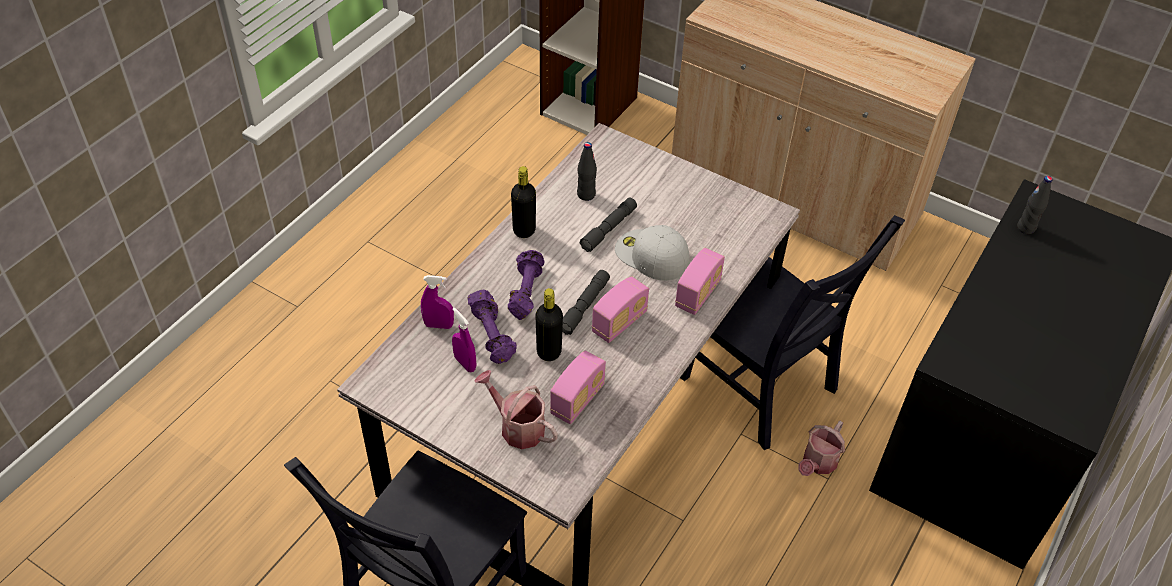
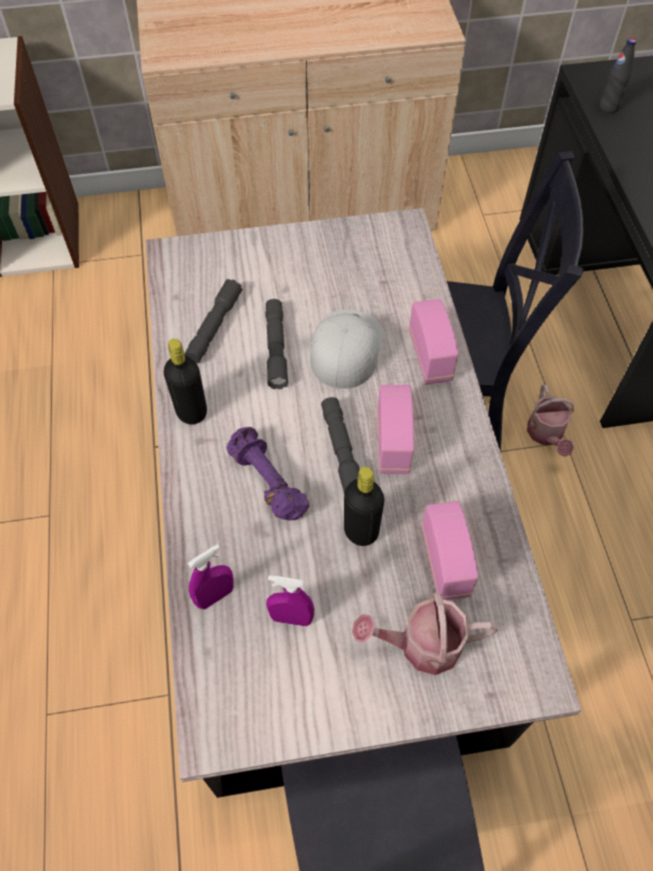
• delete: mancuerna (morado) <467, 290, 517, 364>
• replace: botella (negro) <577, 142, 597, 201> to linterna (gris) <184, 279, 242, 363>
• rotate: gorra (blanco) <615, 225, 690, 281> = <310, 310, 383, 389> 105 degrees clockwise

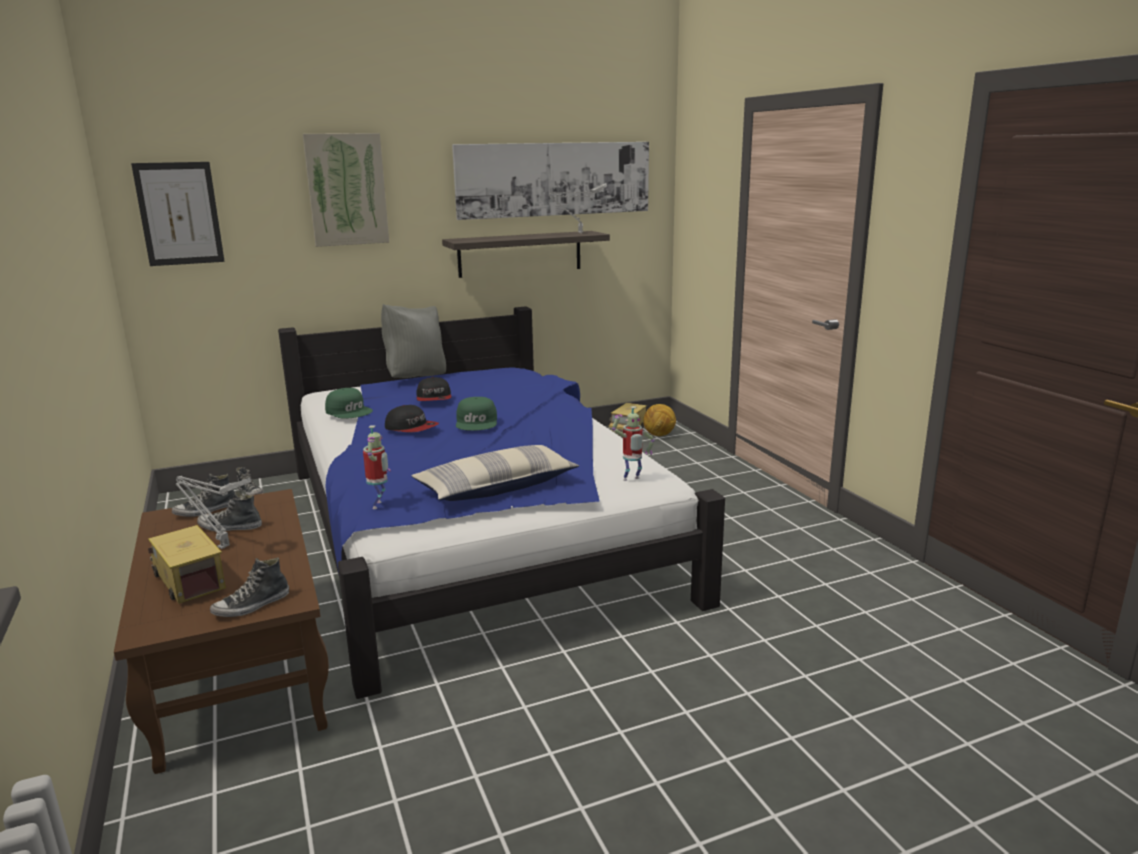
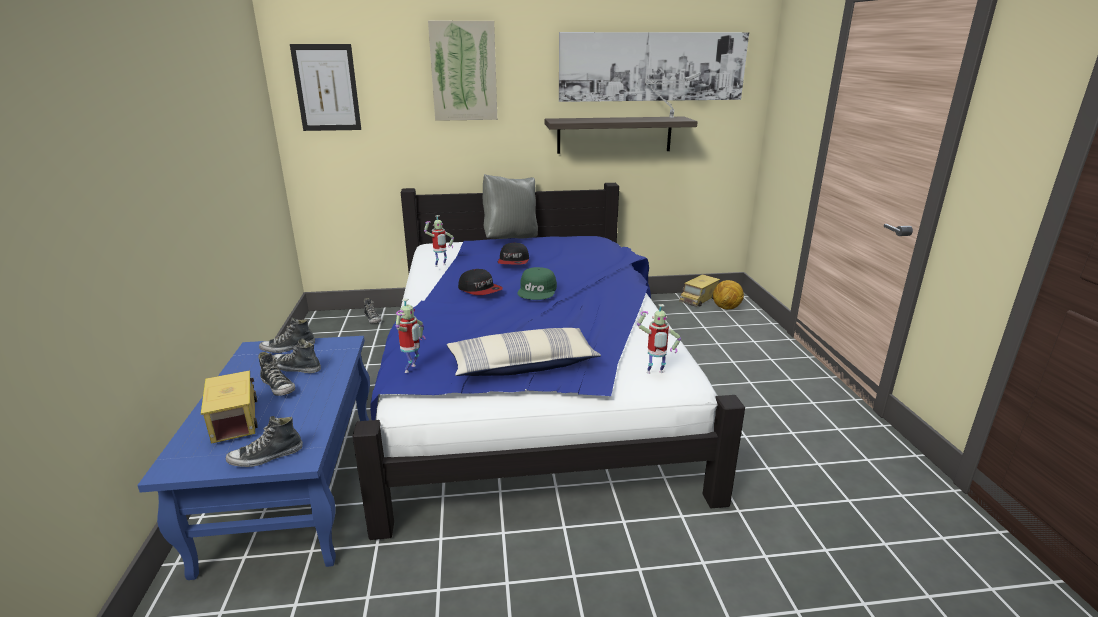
• recolor: mesa de centro (marrón) <114, 489, 329, 774> to mesa de centro (azul) <137, 336, 370, 580>
• replace: lámpara de mesa (gris) <176, 476, 251, 549> to zapato <258, 352, 295, 396>
• replace: gorra (verde) <325, 388, 373, 419> to robot de juguete <424, 215, 454, 267>

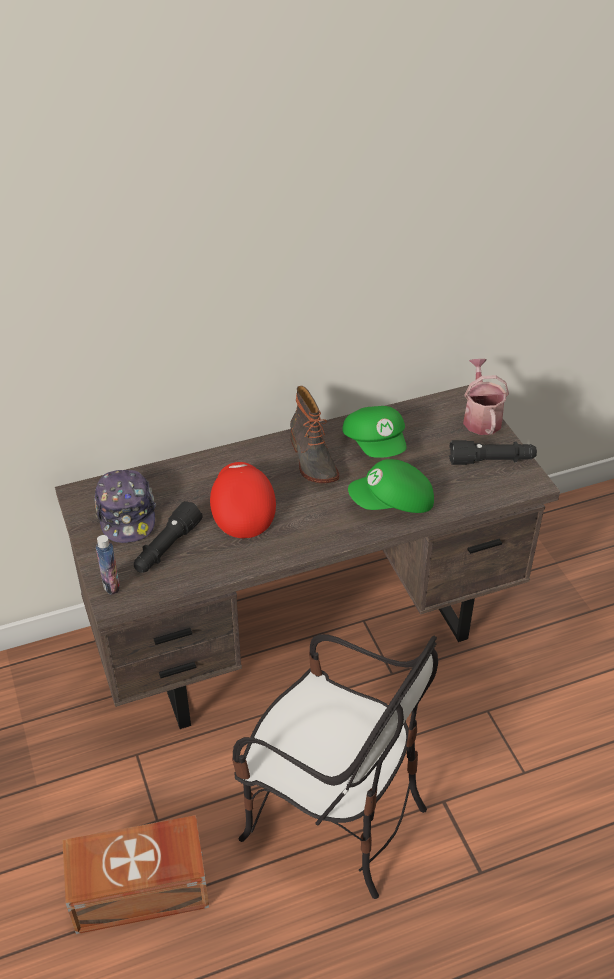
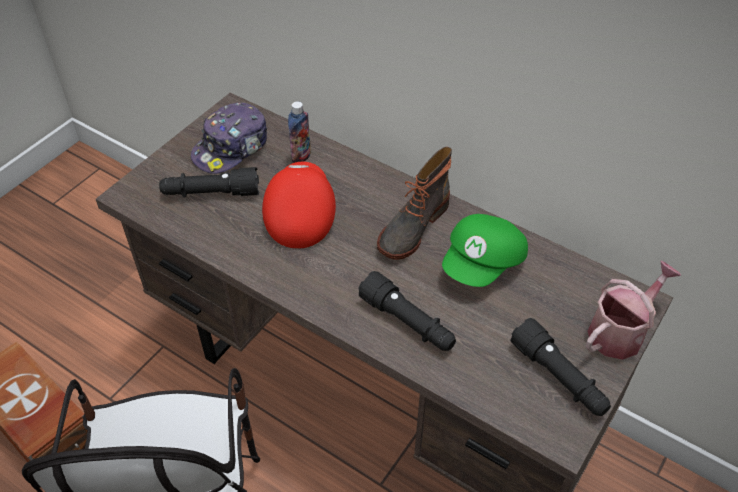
• move: botella <96, 535, 120, 595> to <288, 101, 311, 163>
• rotate: gorra (rojo) <210, 462, 276, 538> = <262, 162, 336, 249> 45 degrees counterclockwise
• replace: gorra (verde) <348, 459, 434, 513> to linterna (negro) <358, 271, 456, 351>

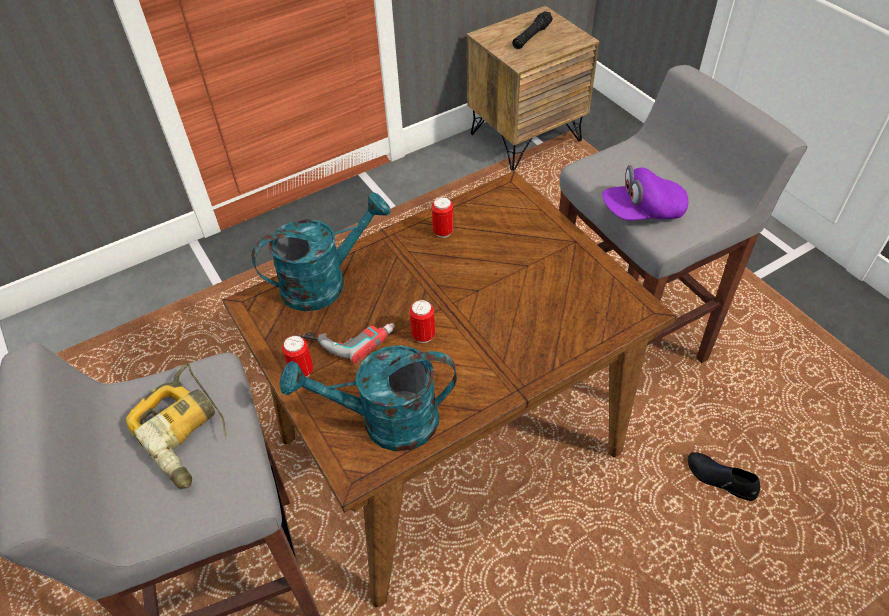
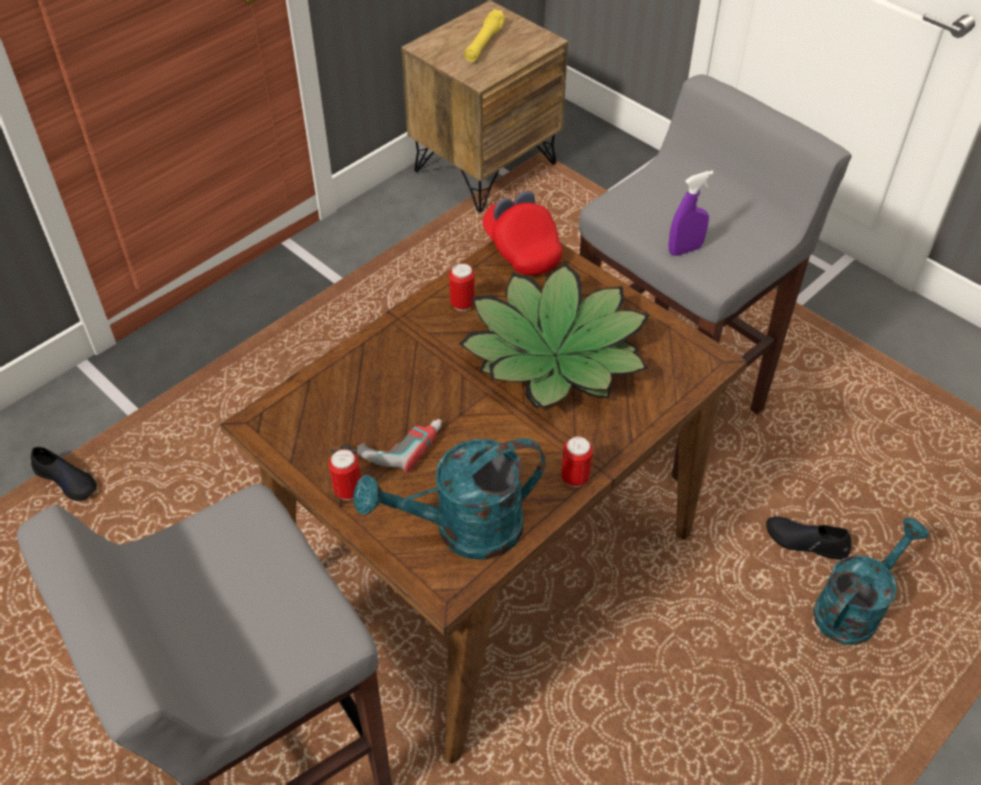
• delete: taladro <126, 364, 228, 489>
• move: regadera (turquesa) <252, 192, 391, 311> to <813, 518, 929, 645>
• move: lata <410, 300, 435, 343> to <561, 436, 593, 487>
• recolor: linterna (negro) <512, 11, 553, 49> to linterna (amarillo) <464, 9, 506, 62>
• replace: gorra (morado) <602, 165, 688, 220> to pulverizador (morado) <669, 170, 714, 256>
• insert: zapato (negro) <31, 447, 97, 501>
• insert: planta en maceta <459, 263, 649, 408>
• insert: gorra (rojo) <483, 191, 563, 275>

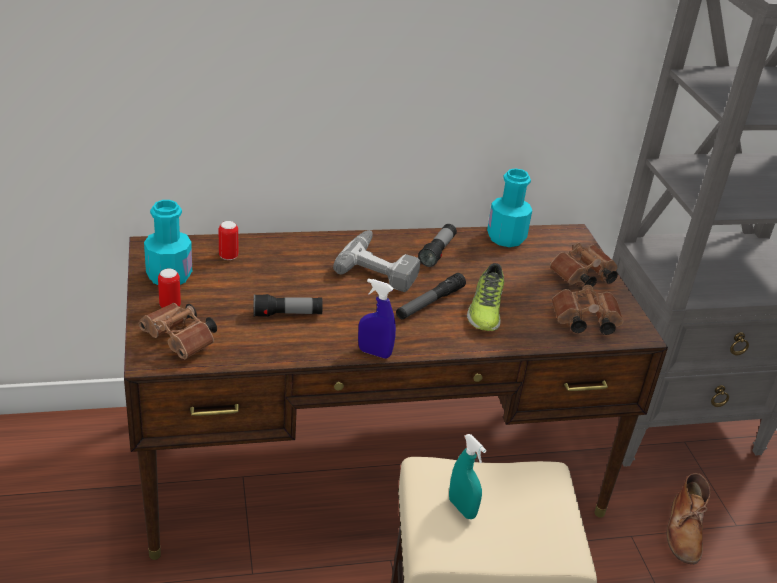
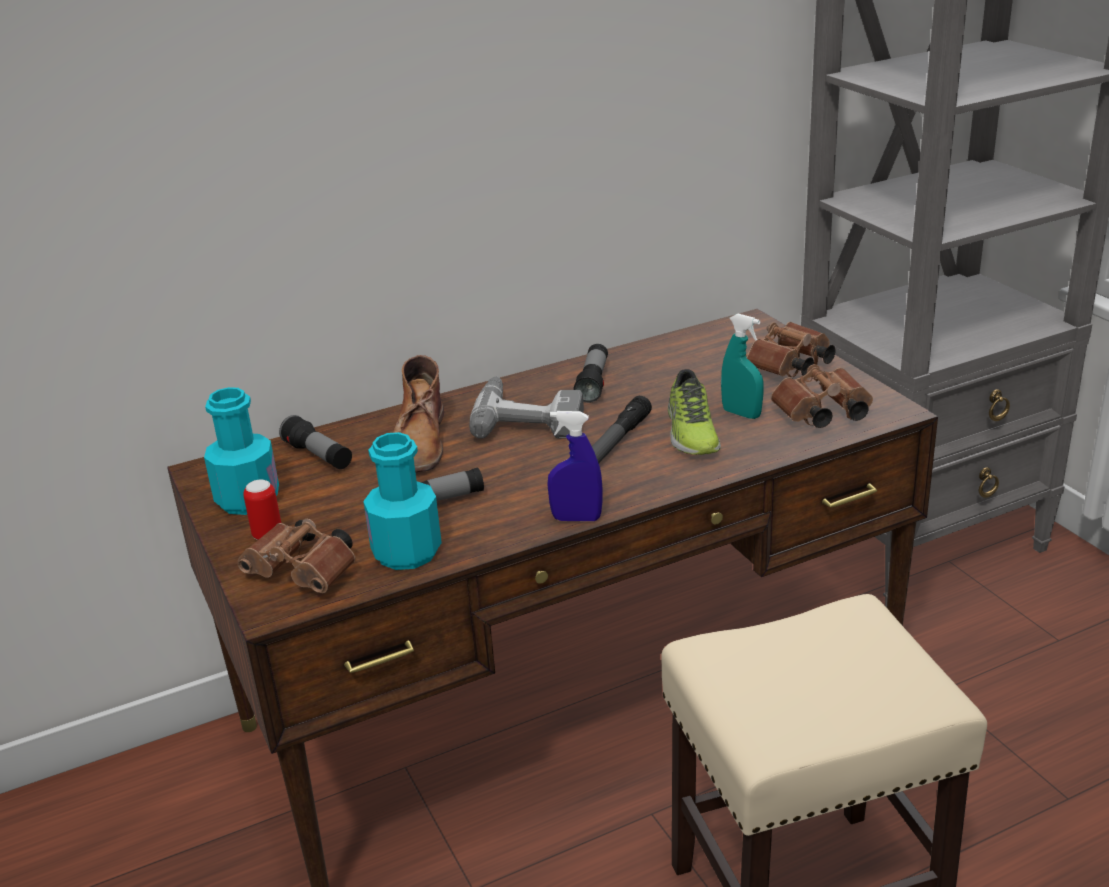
• replace: lata <219, 221, 238, 260> to linterna <279, 415, 352, 469>
• move: pulverizador (turquesa) <449, 434, 486, 519> to <721, 313, 764, 419>
• move: botella (turquesa) <487, 168, 532, 247> to <363, 432, 442, 570>
• move: bota (marrón) <667, 473, 711, 564> to <393, 355, 444, 472>

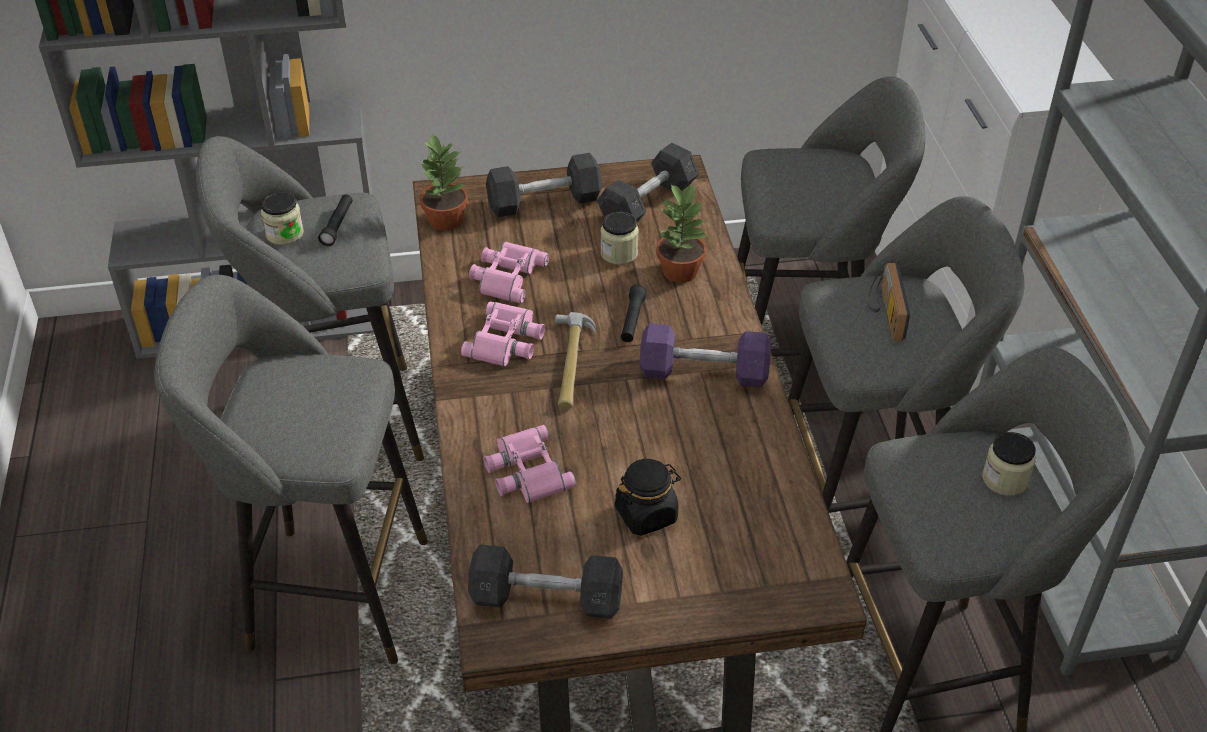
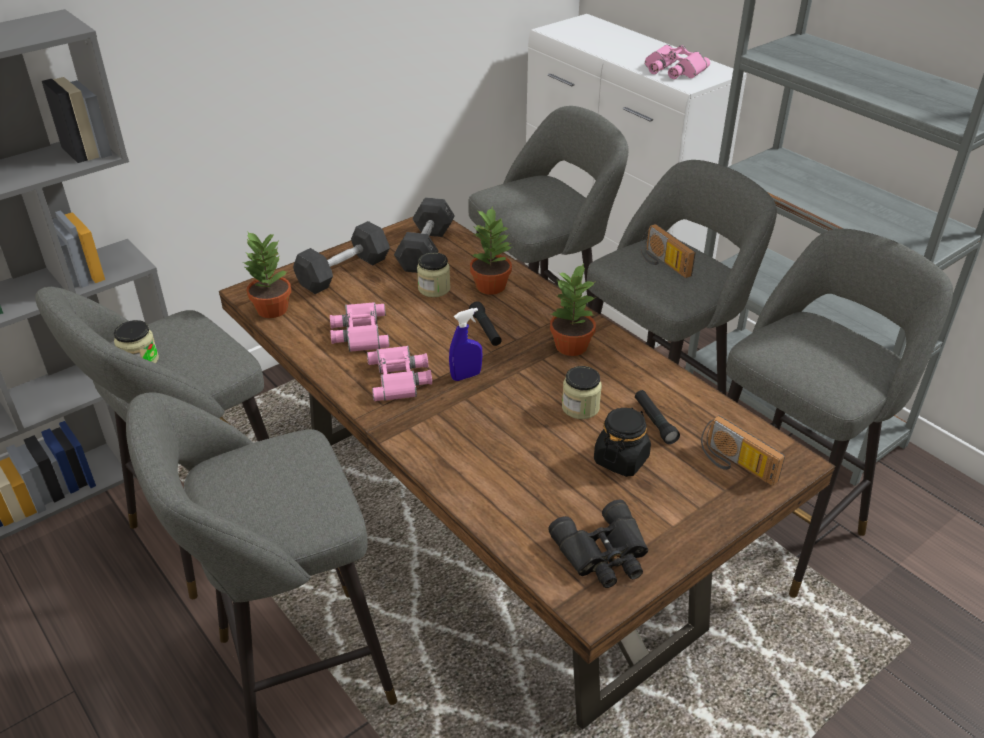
• move: linterna (negro) <318, 195, 353, 246> to <635, 390, 680, 444>
• replace: mancuerna (gris) <468, 544, 623, 619> to prismáticos (negro) <548, 500, 648, 588>
• move: prismáticos (rosa) <484, 425, 576, 503> to <645, 45, 710, 79>
• replace: martillo <555, 312, 596, 410> to pulverizador (azul) <449, 308, 483, 381>
• replace: mancuerna (morado) <639, 323, 771, 387> to planta en maceta <550, 264, 596, 356>
• move: tarro <982, 432, 1036, 496> to <562, 366, 602, 419>
• insert: radio <701, 415, 785, 486>

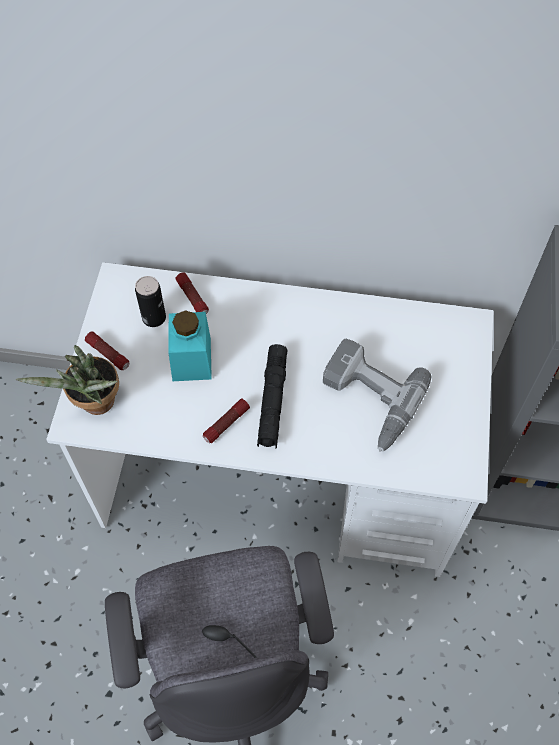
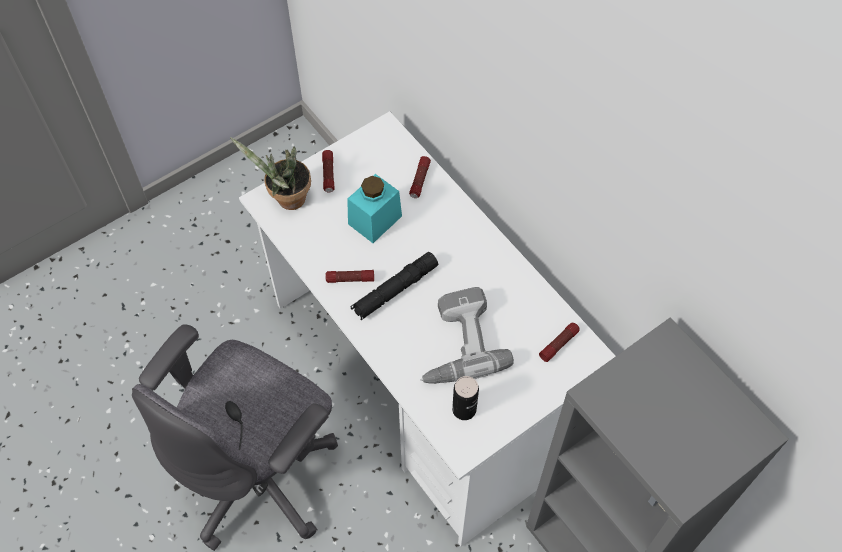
• move: lata <135, 276, 166, 327> to <452, 376, 479, 420>
• insert: linterna <539, 323, 579, 362>

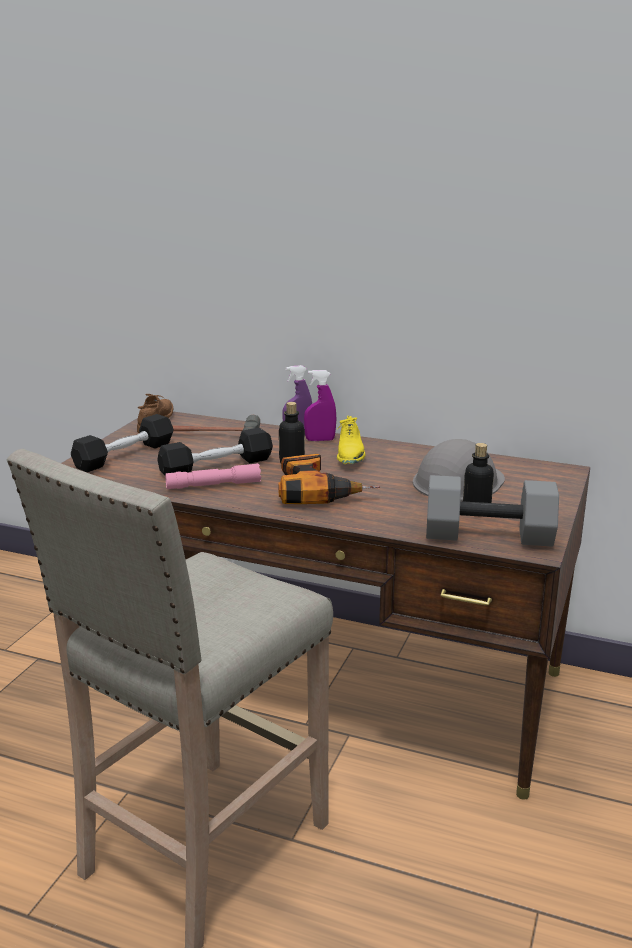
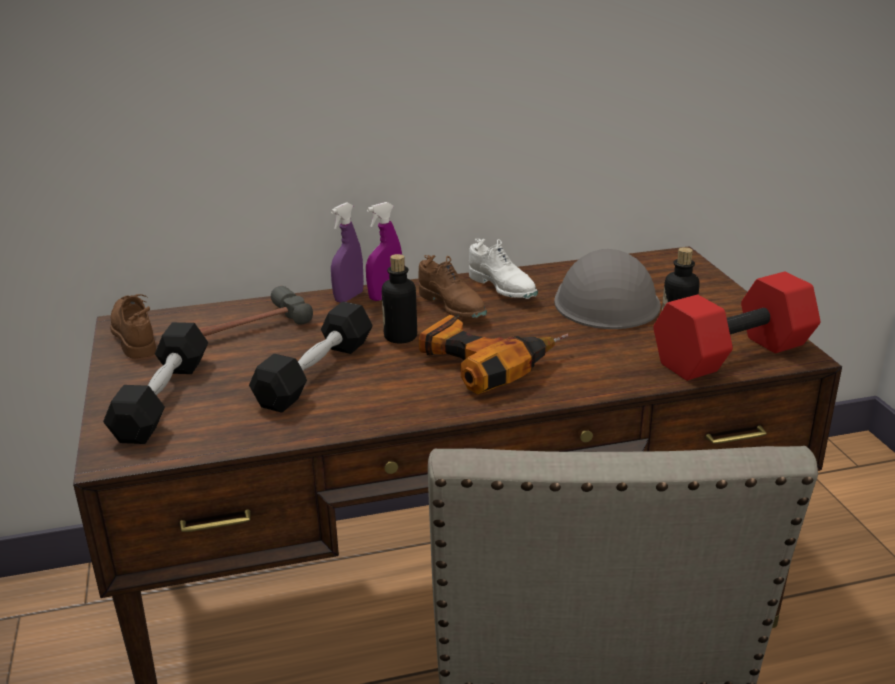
• delete: linterna (rosa) <165, 463, 261, 489>
• recolor: zapato (amarillo) <337, 416, 366, 464> to zapato (marrón) <418, 255, 487, 319>
• recolor: mancuerna (gris) <426, 475, 559, 547> to mancuerna (rojo) <653, 272, 820, 381>
• insert: zapato (blanco) <469, 239, 538, 299>

